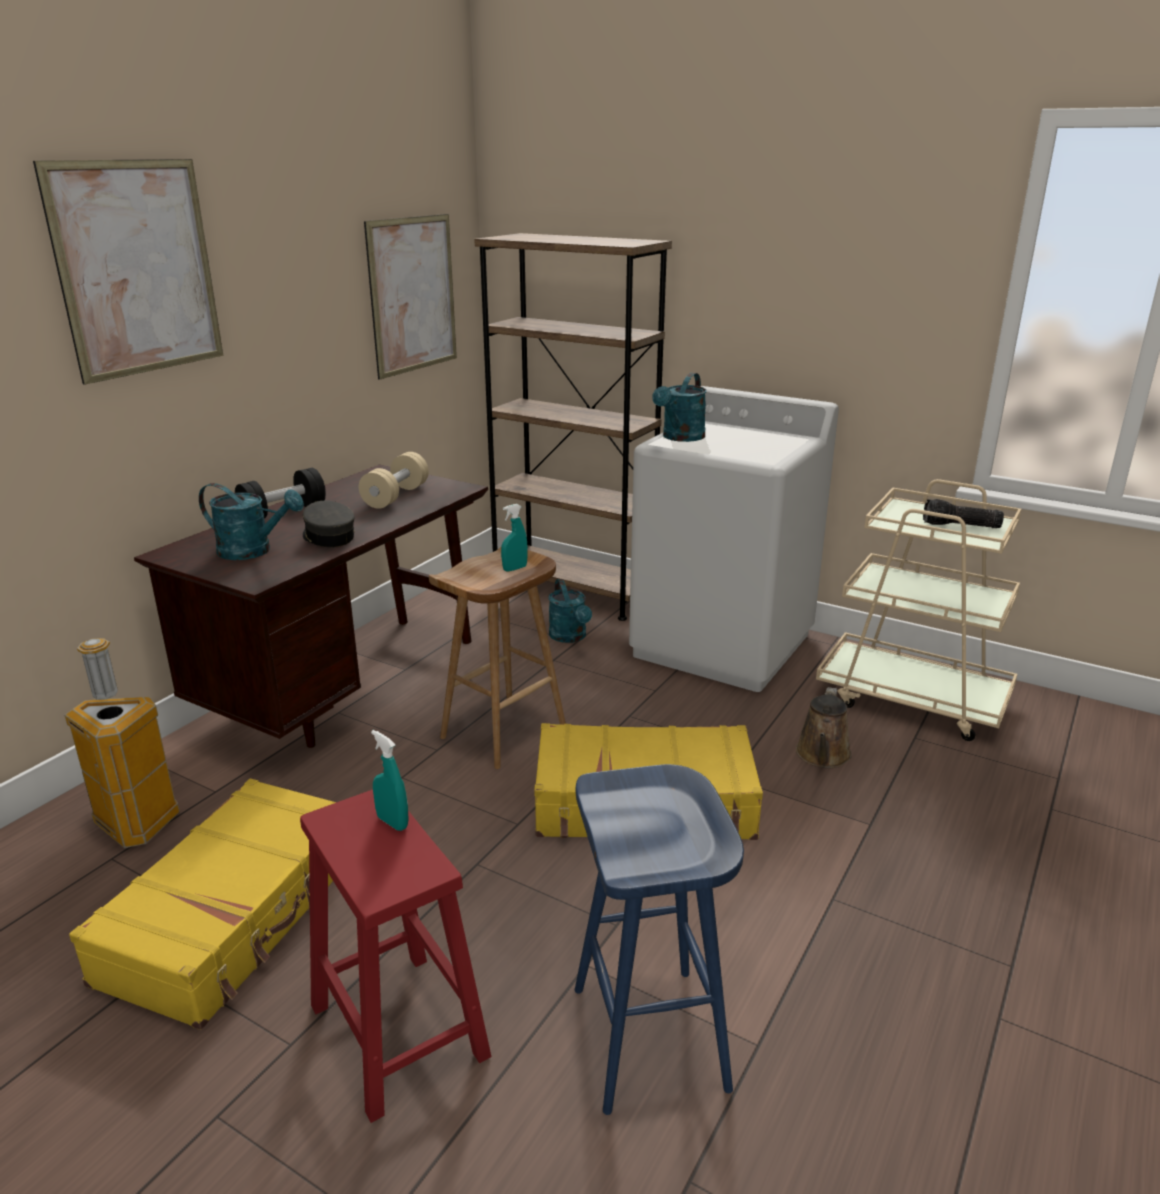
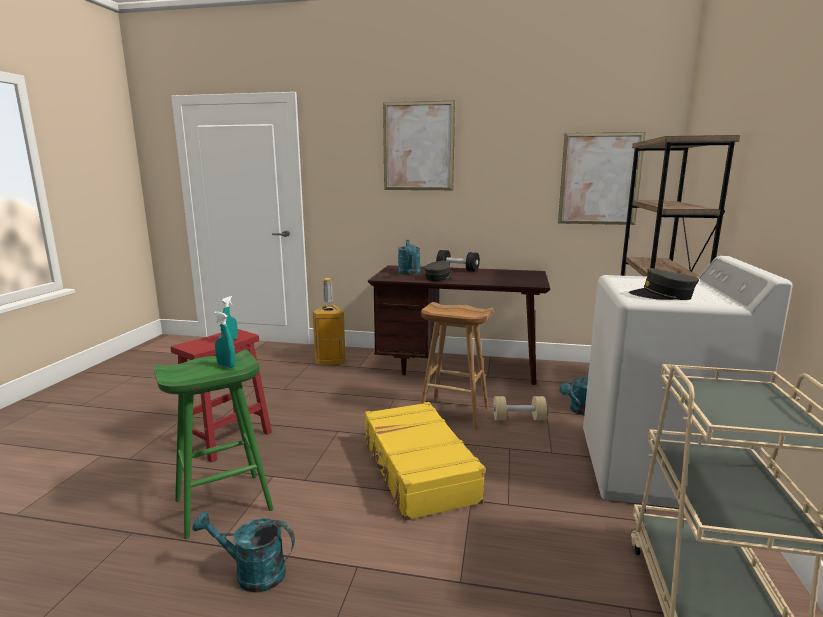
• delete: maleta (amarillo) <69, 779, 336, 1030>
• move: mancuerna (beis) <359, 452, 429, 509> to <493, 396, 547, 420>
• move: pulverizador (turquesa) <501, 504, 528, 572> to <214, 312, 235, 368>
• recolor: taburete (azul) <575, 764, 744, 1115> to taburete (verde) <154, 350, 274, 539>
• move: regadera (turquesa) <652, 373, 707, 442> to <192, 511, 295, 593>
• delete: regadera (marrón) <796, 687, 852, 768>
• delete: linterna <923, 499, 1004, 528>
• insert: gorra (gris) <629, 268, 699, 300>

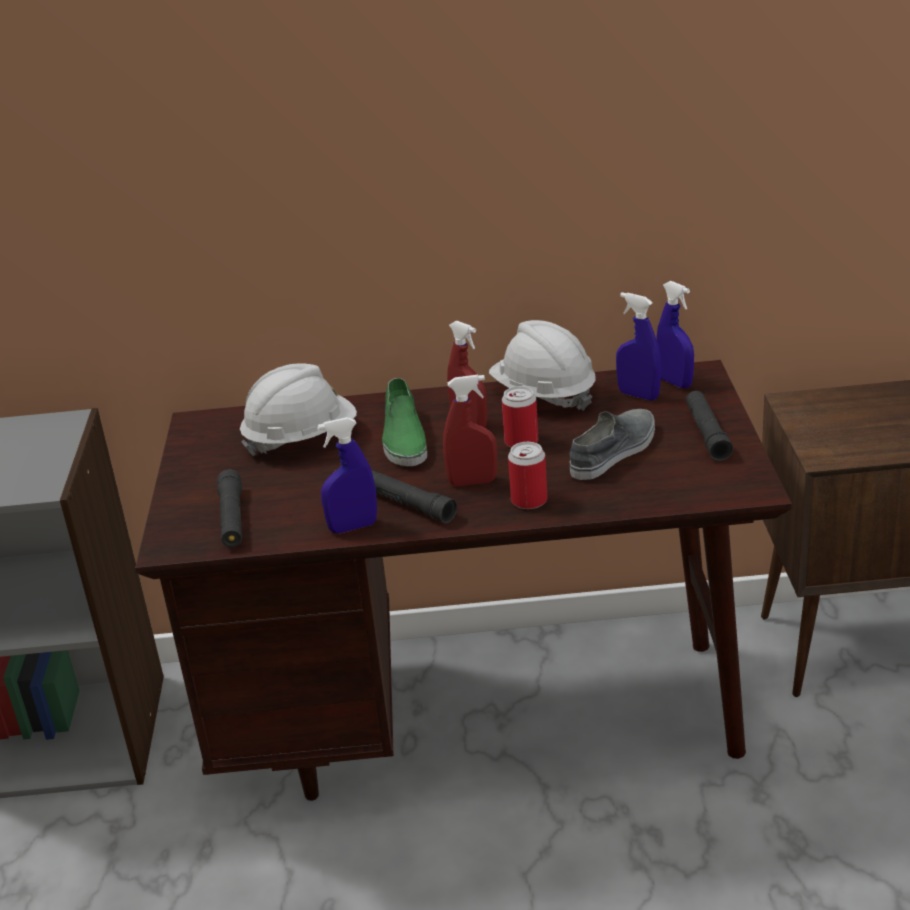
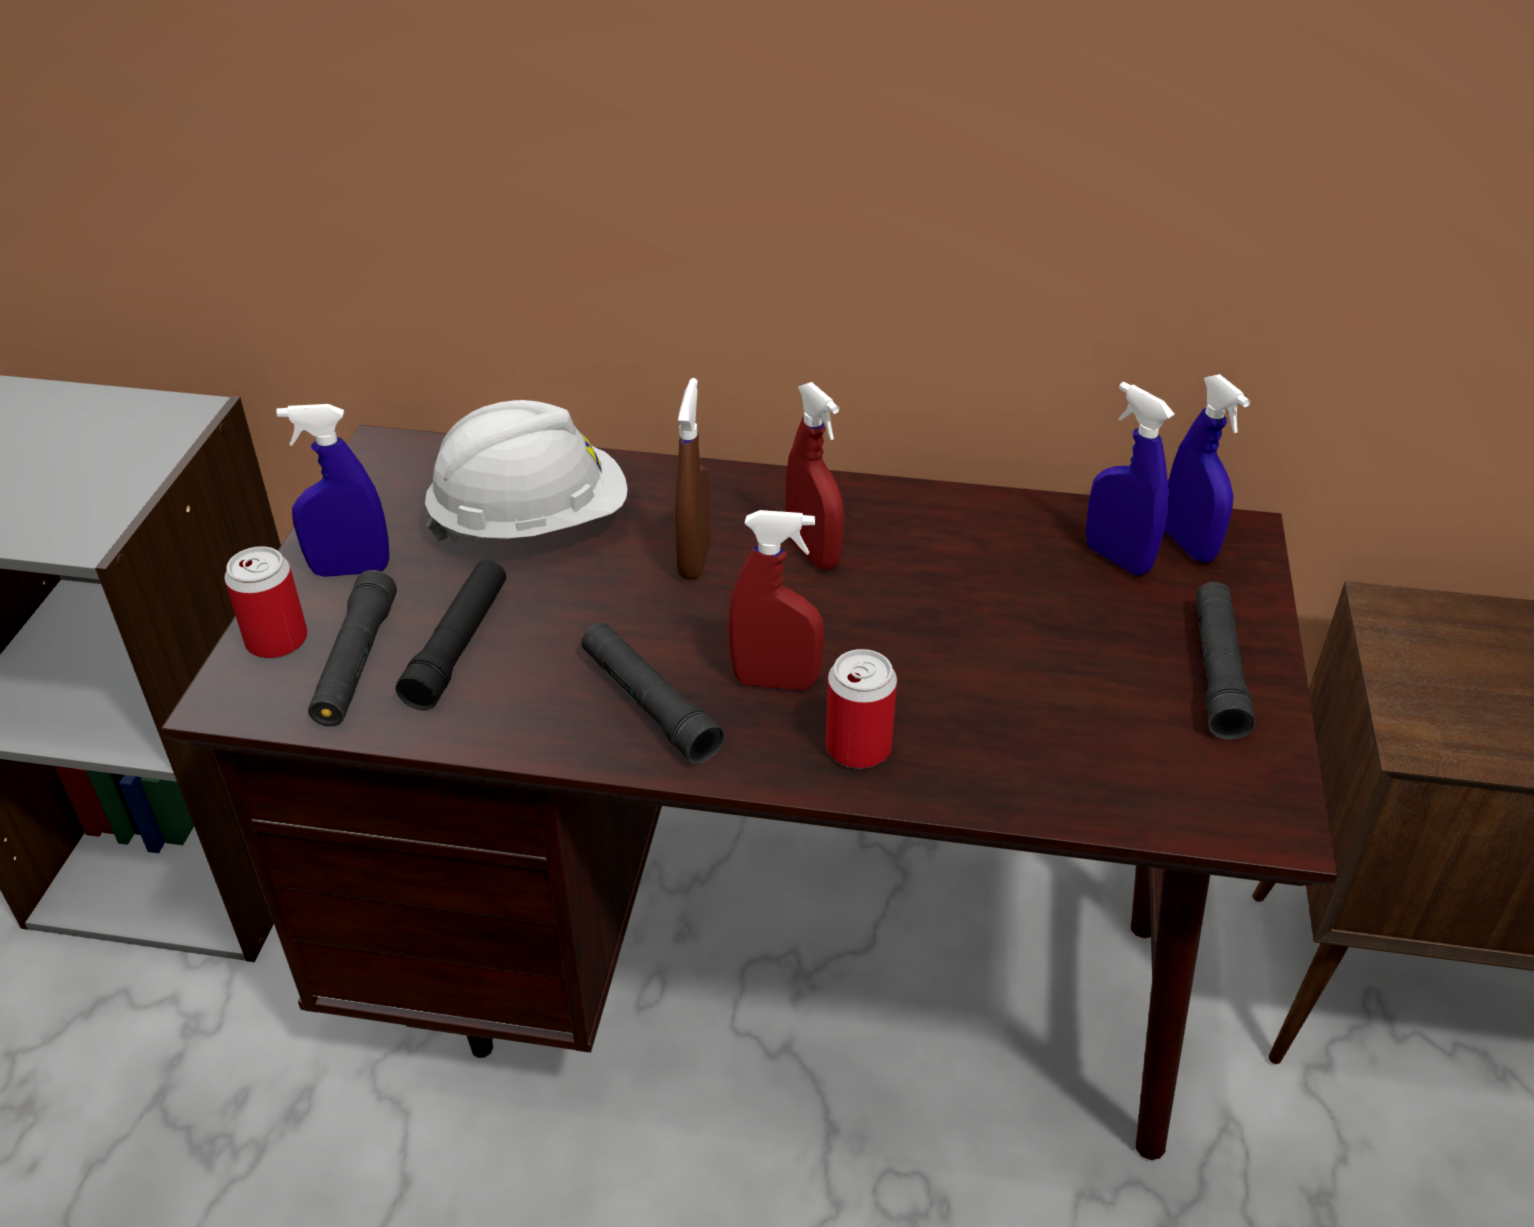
• move: pulverizador (azul) <317, 417, 377, 533> to <277, 404, 389, 577>
• replace: zapato (verde) <382, 378, 427, 466> to pulverizador (marrón) <675, 378, 711, 580>
• delete: casco (blanco) <489, 320, 595, 411>
• move: lata <502, 386, 538, 448> to <224, 546, 308, 659>
• delete: zapato (gris) <569, 409, 655, 480>
• insert: linterna (negro) <395, 560, 506, 710>

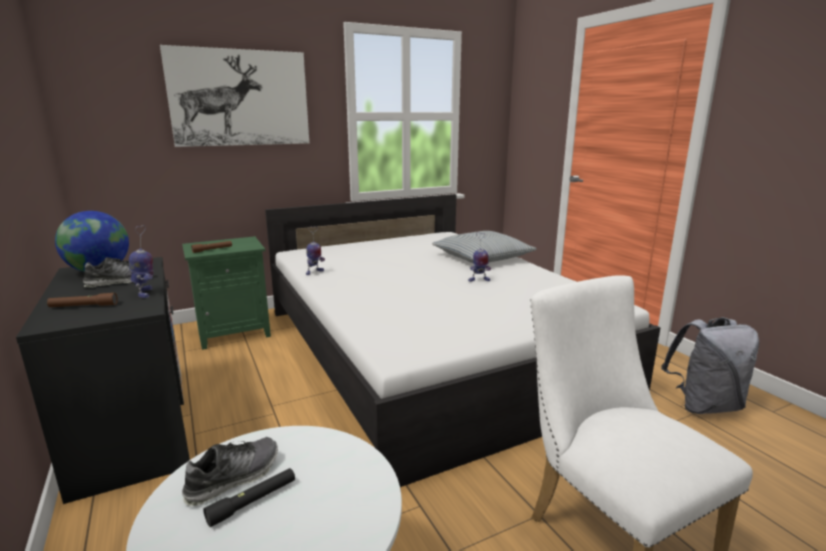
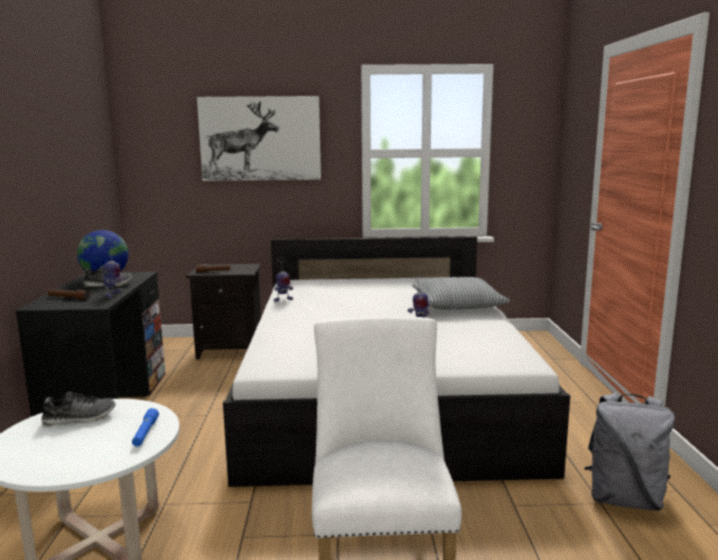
• recolor: mesita de noche (verde) <182, 236, 271, 350> to mesita de noche (negro) <186, 264, 261, 359>
• delete: linterna (negro) <203, 468, 295, 527>
• insert: linterna (azul) <132, 408, 159, 446>

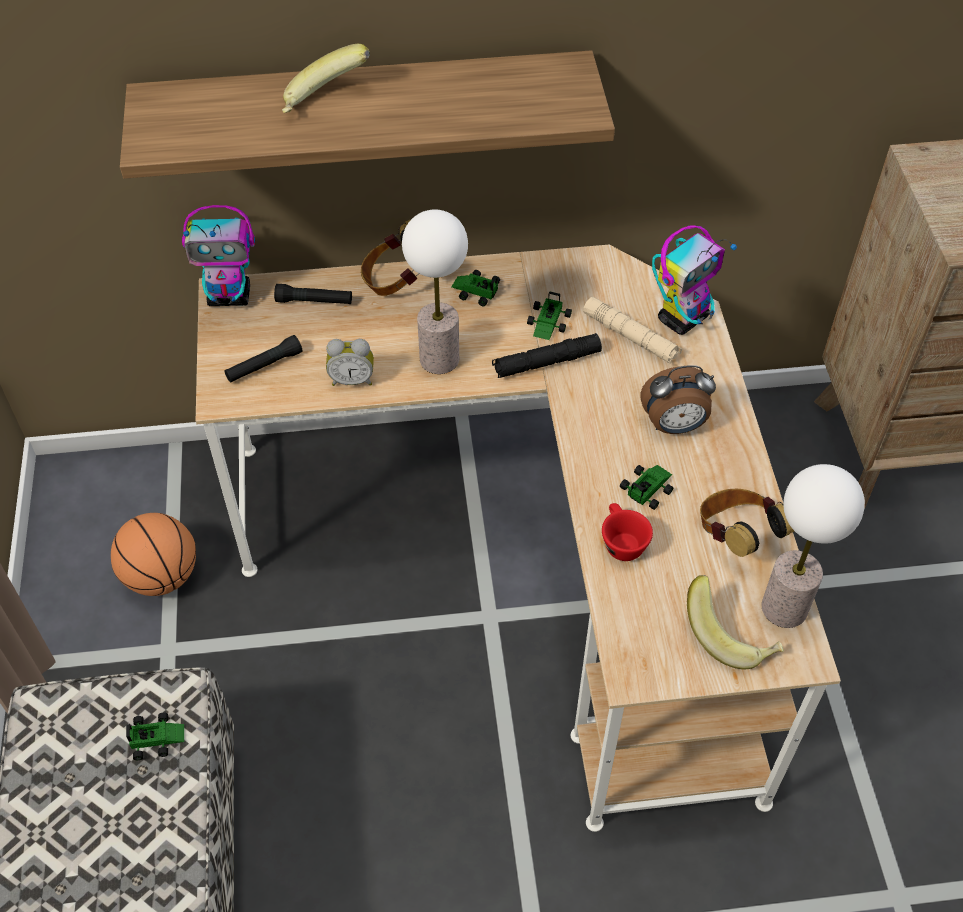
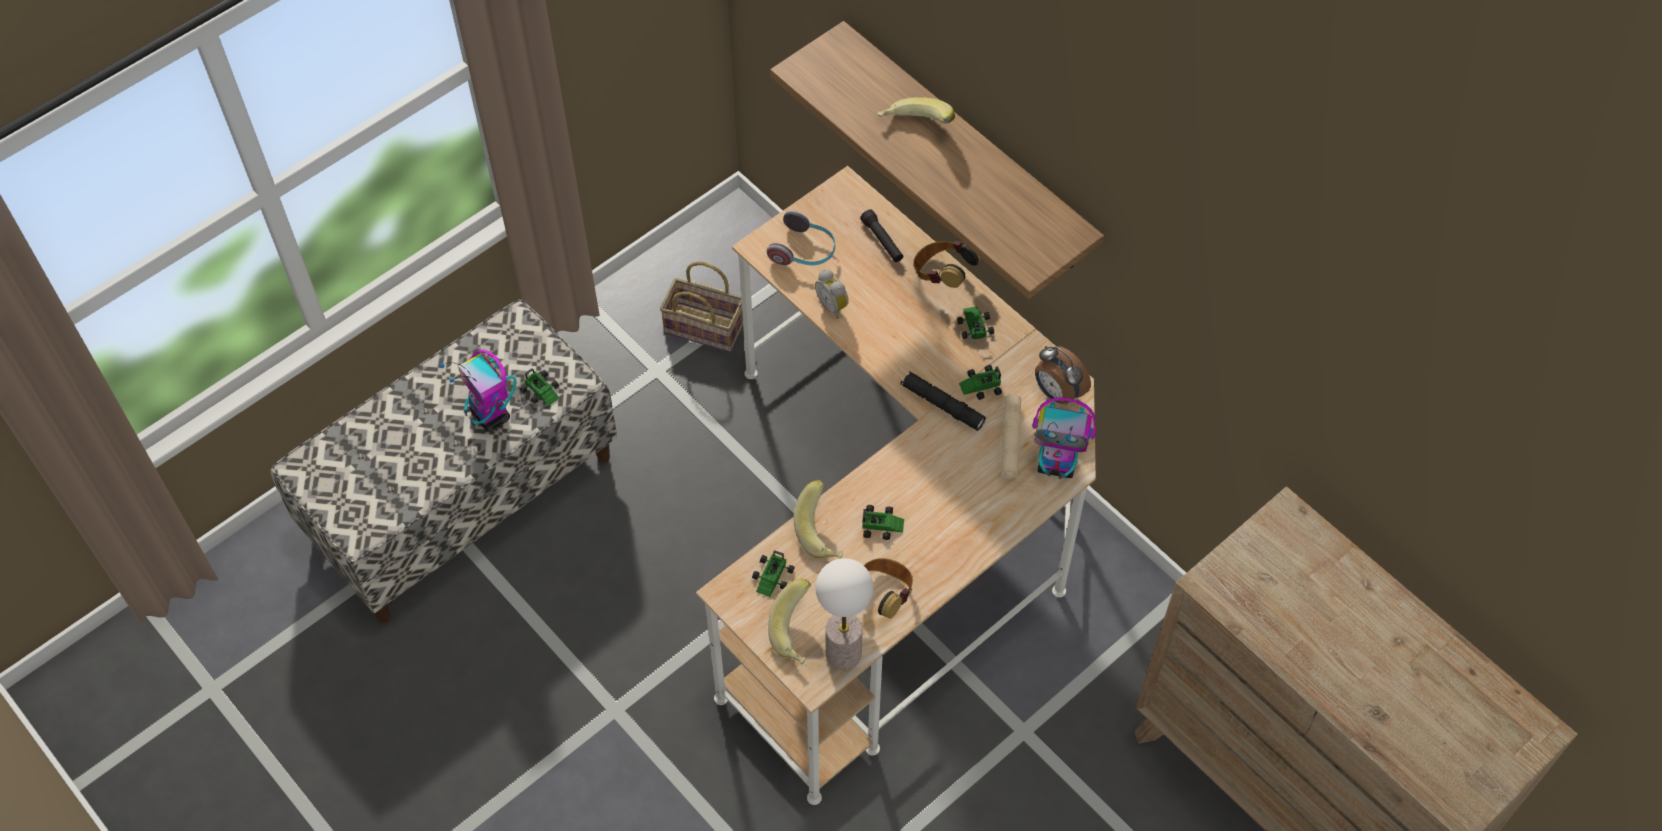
• replace: balón de baloncesto <111, 513, 196, 596> to cesta <660, 262, 743, 352>
• move: robot de juguete <182, 205, 255, 306> to <439, 350, 516, 432>
• replace: linterna (negro) <224, 335, 302, 383> to auriculares <766, 211, 835, 265>
• delete: lámpara de mesa <402, 209, 468, 374>
• replace: taza (rojo) <602, 503, 653, 561> to plátano <794, 480, 843, 559>
• move: despertador <640, 365, 716, 434> to <1035, 346, 1091, 404>
• insert: coche de juguete <752, 550, 795, 597>

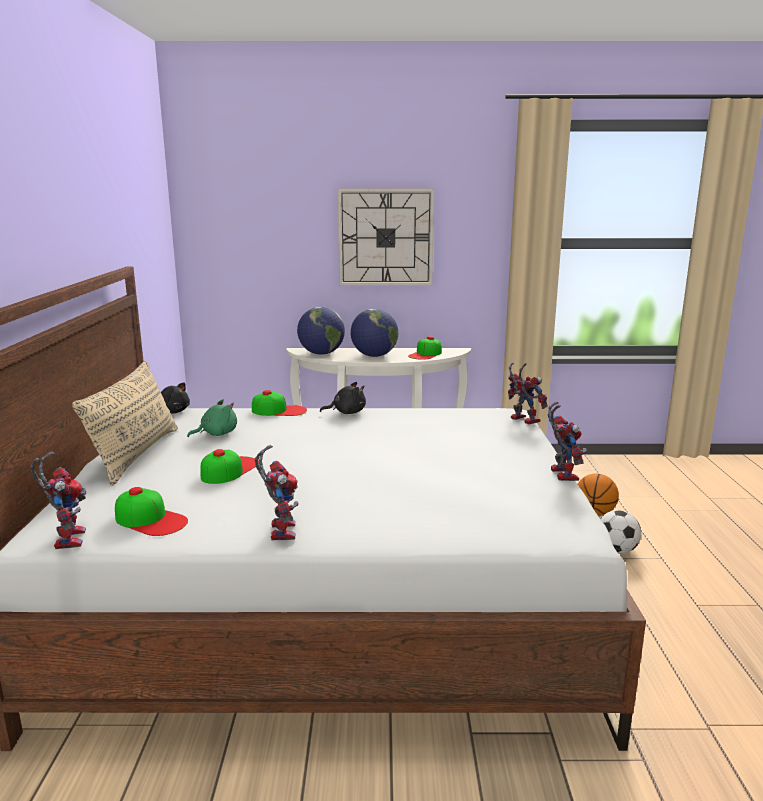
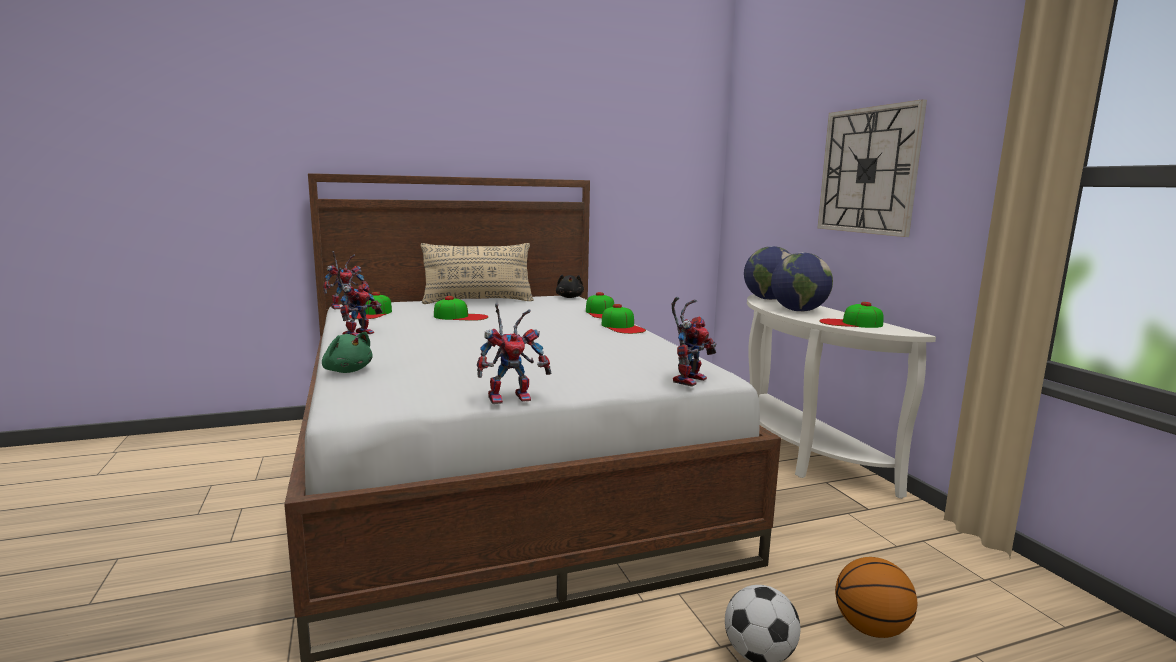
• move: peluche (verde) <187, 399, 237, 437> to <322, 332, 373, 373>
• rotate: robot de juguete <255, 445, 299, 541> = <337, 268, 383, 336> 45 degrees counterclockwise
• replace: peluche (negro) <320, 382, 366, 414> to gorra <602, 304, 646, 334>

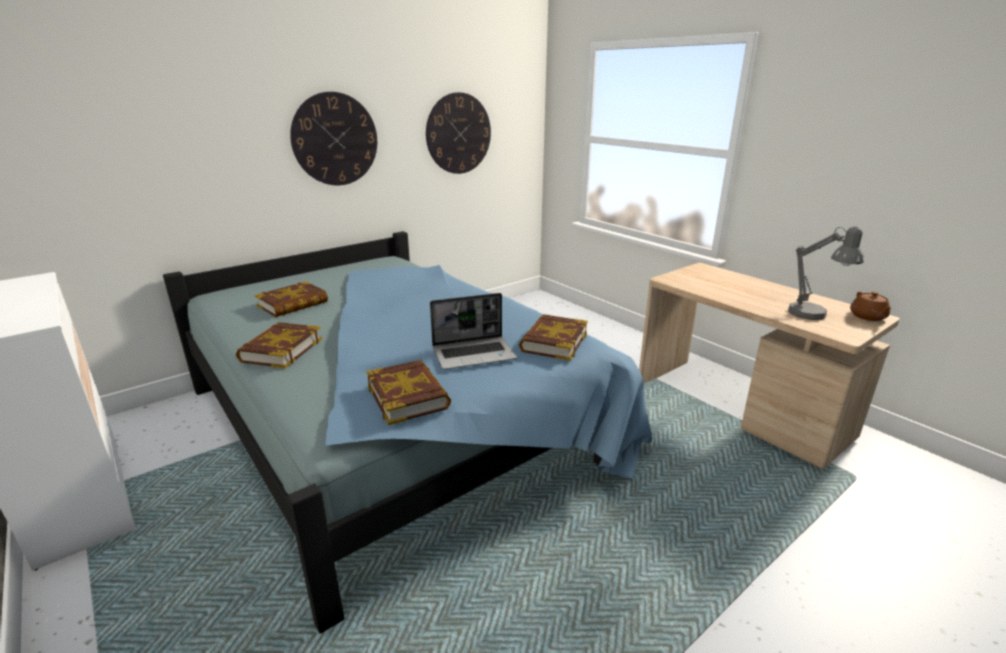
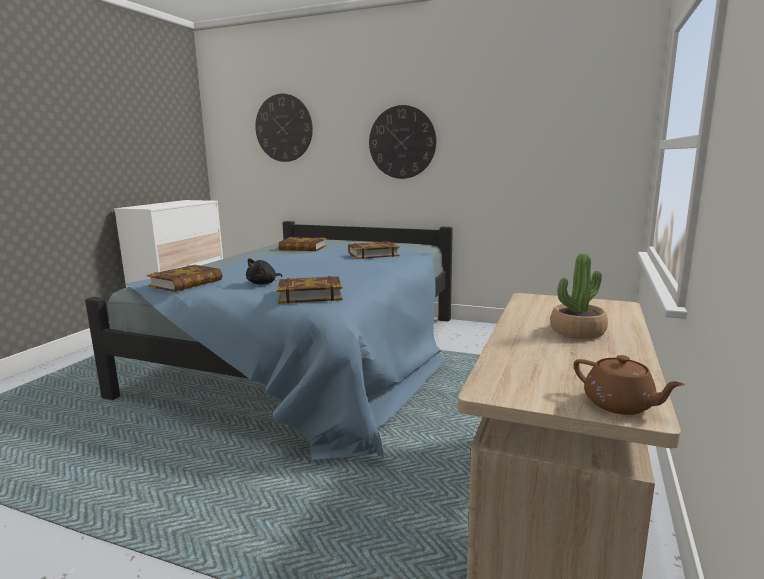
• move: libro <236, 322, 322, 368> to <348, 241, 400, 259>
• move: reloj de pared <426, 92, 491, 174> to <255, 94, 313, 162>
• replace: portátil <430, 293, 517, 370> to peluche (negro) <246, 258, 282, 285>
• delete: lámpara de mesa (gris) <788, 226, 864, 320>
• rotate: tetera (marrón) <850, 292, 892, 321> = <573, 355, 685, 415> 105 degrees counterclockwise
• insert: planta en maceta <551, 253, 608, 339>

